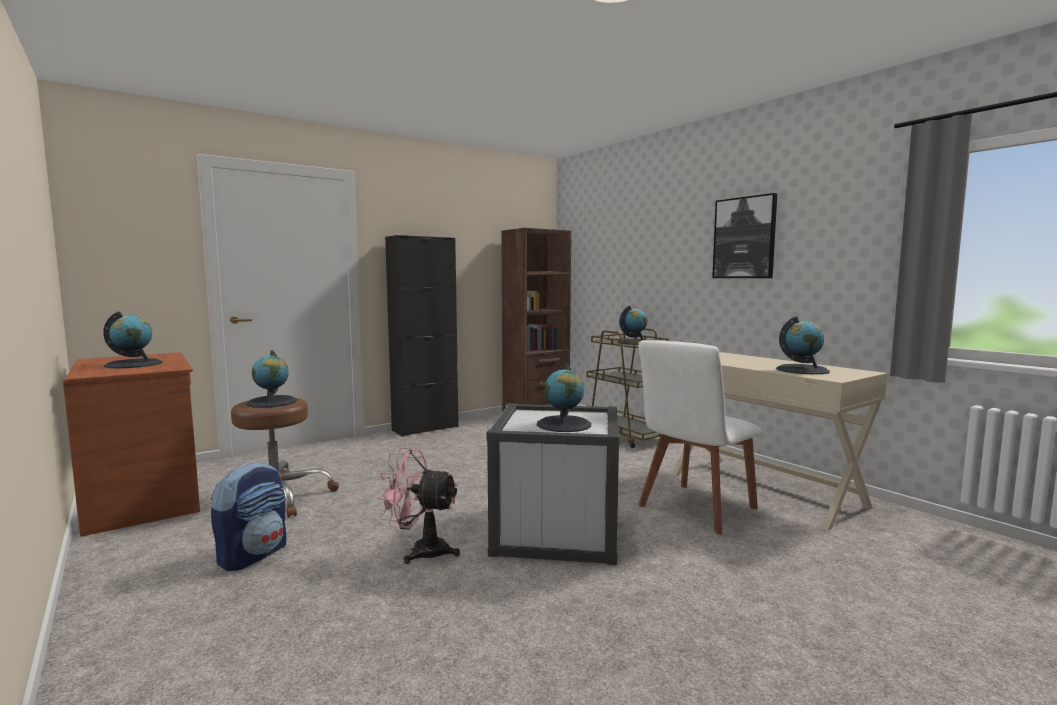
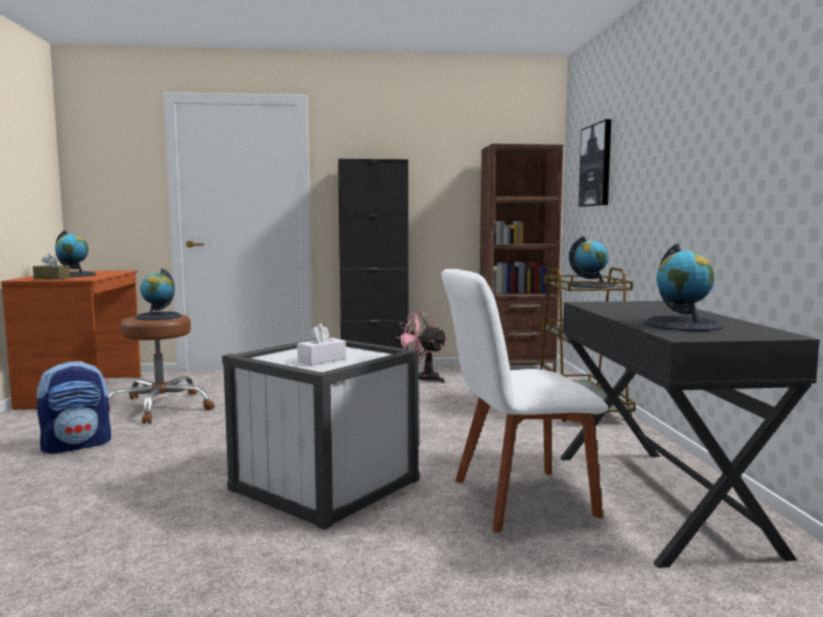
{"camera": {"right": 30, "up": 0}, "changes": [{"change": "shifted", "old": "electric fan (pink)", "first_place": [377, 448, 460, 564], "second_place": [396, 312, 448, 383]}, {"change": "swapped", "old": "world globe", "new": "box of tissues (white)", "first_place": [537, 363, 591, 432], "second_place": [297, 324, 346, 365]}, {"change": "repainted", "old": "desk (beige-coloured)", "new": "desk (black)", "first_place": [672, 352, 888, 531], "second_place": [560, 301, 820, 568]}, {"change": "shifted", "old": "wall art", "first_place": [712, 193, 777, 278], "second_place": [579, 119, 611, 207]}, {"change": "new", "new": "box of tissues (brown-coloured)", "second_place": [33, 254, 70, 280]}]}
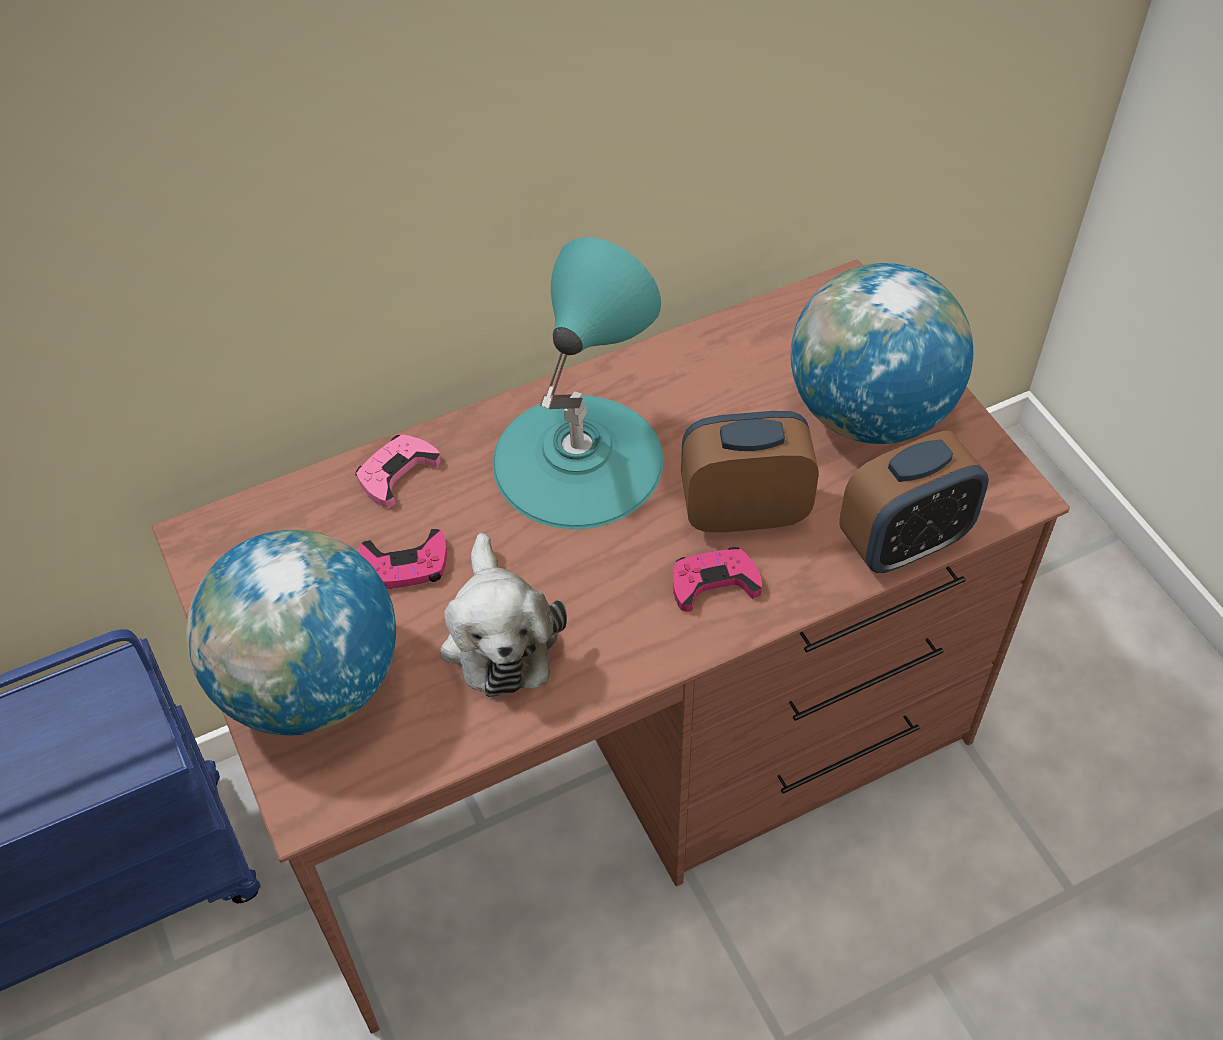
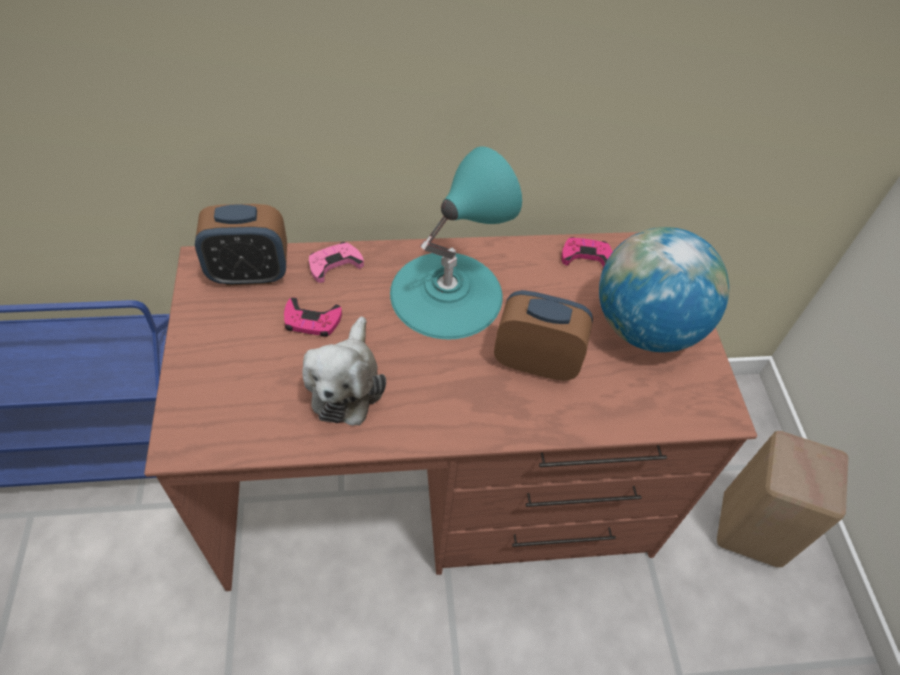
{"camera": {"right": 15, "up": 0}, "changes": [{"change": "gone", "old": "world globe", "first_place": [186, 530, 396, 735]}, {"change": "shifted", "old": "gamepad (pink)", "first_place": [673, 547, 762, 612], "second_place": [561, 237, 613, 268]}, {"change": "shifted", "old": "alarm clock", "first_place": [839, 431, 989, 573], "second_place": [195, 204, 287, 286]}, {"change": "new", "new": "stool (beige-coloured)", "second_place": [717, 431, 848, 567]}]}
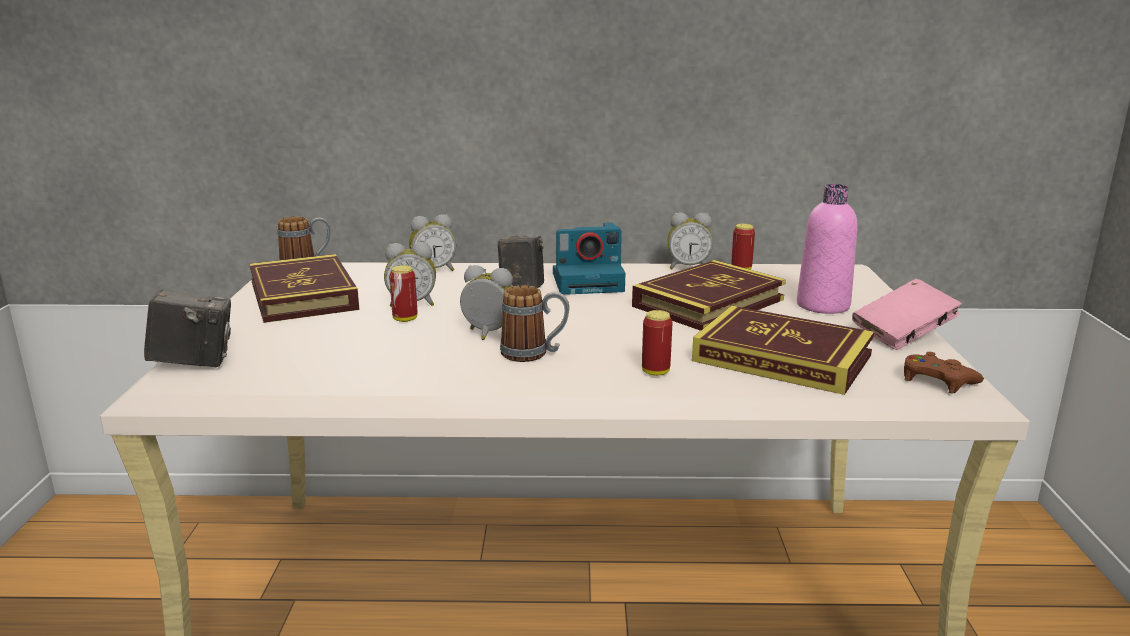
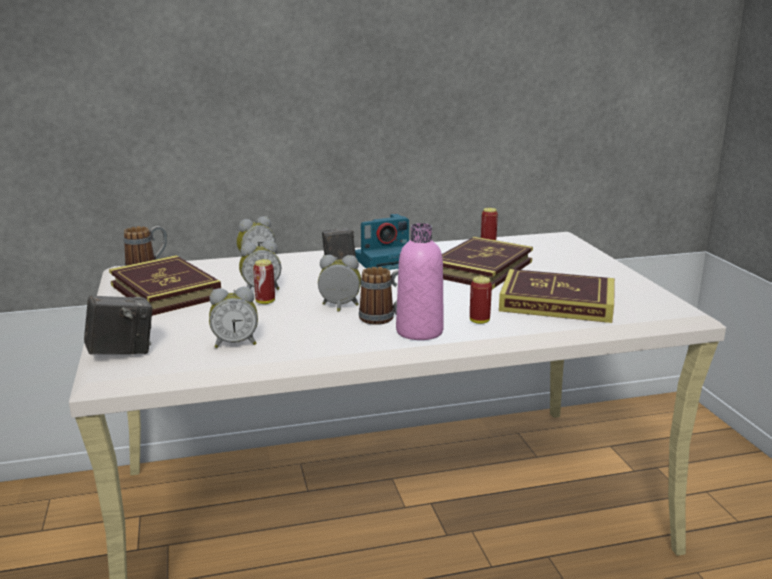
{"camera": {"right": -15, "up": 0}, "changes": [{"change": "shifted", "old": "alarm clock", "first_place": [668, 212, 713, 269], "second_place": [209, 287, 258, 348]}, {"change": "shifted", "old": "beverage bottle (pink)", "first_place": [797, 184, 857, 314], "second_place": [396, 223, 444, 340]}, {"change": "gone", "old": "book (pink)", "first_place": [852, 279, 962, 350]}, {"change": "gone", "old": "gamepad (brown-coloured)", "first_place": [904, 352, 984, 394]}]}
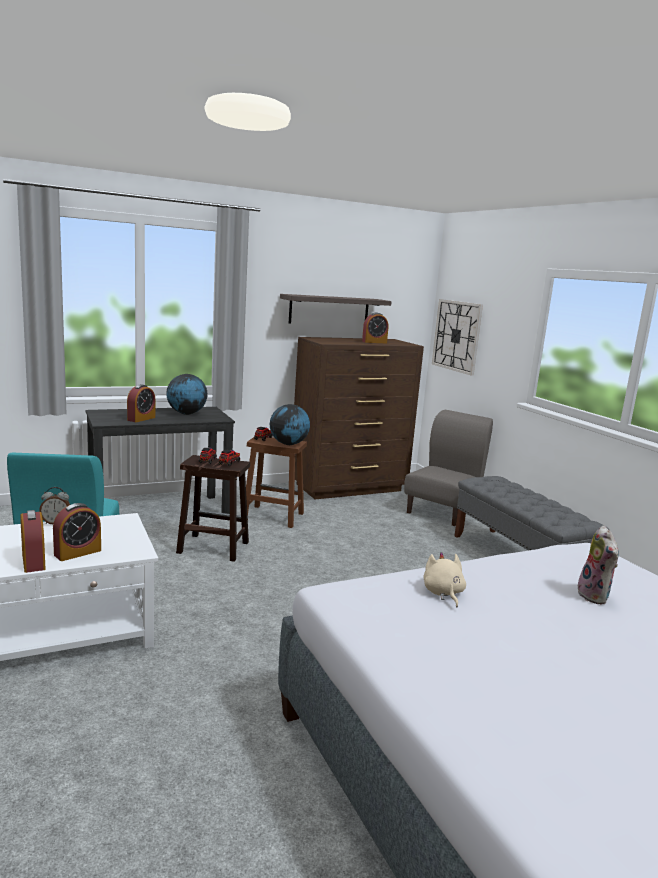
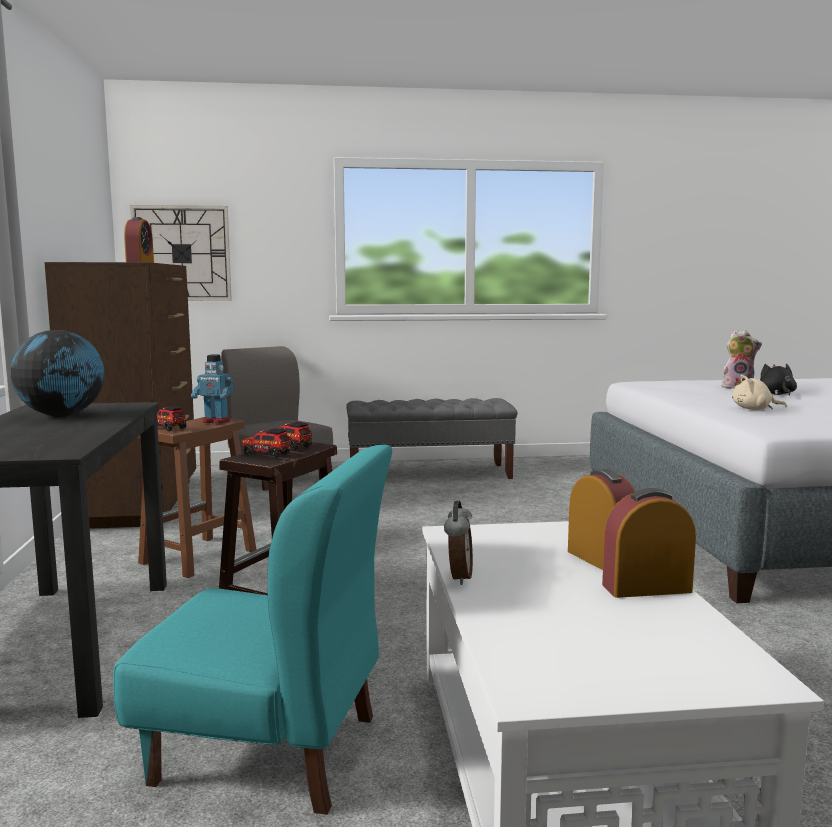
{"camera": {"right": -70, "up": -5}, "changes": [{"change": "gone", "old": "alarm clock", "first_place": [127, 384, 155, 422]}, {"change": "swapped", "old": "world globe", "new": "robot figure", "first_place": [270, 404, 310, 445], "second_place": [191, 354, 233, 424]}, {"change": "gone", "old": "shelf", "first_place": [280, 294, 392, 323]}, {"change": "new", "new": "soft toy (black)", "second_place": [760, 364, 797, 396]}]}
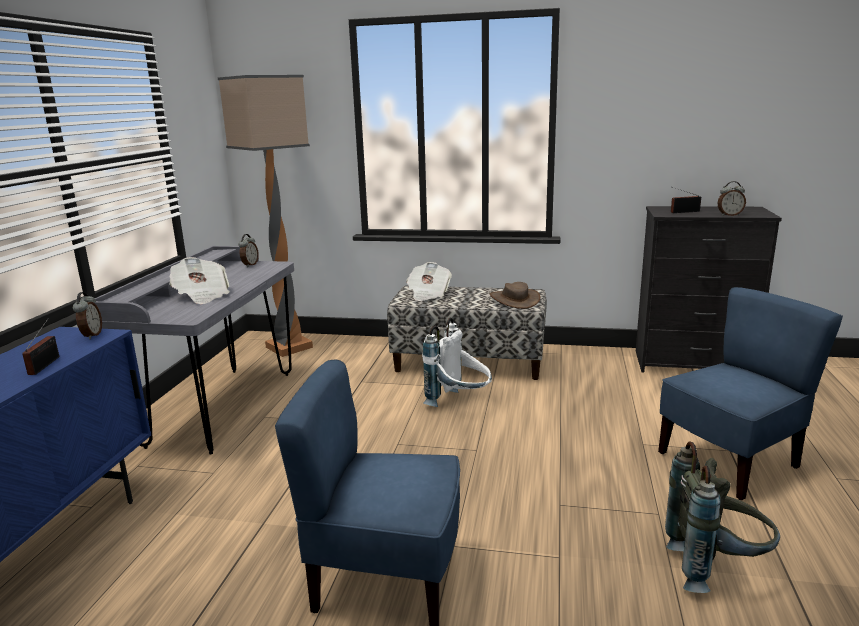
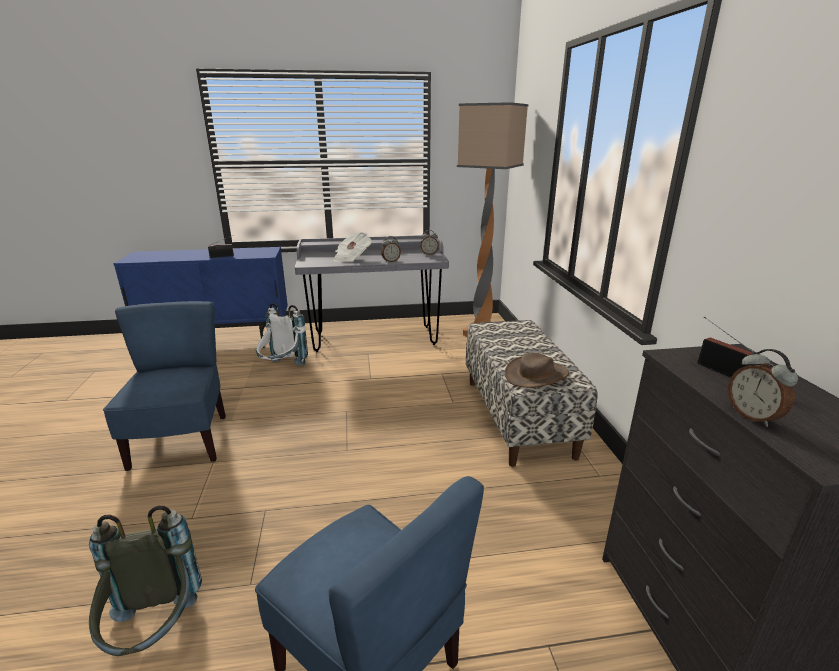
{"camera": {"right": 70, "up": 5}, "changes": [{"change": "shifted", "old": "alarm clock", "first_place": [73, 292, 102, 339], "second_place": [381, 236, 401, 262]}, {"change": "gone", "old": "newspaper", "first_place": [406, 262, 452, 301]}, {"change": "shifted", "old": "knapsack (white)", "first_place": [422, 318, 492, 407], "second_place": [256, 303, 308, 365]}]}
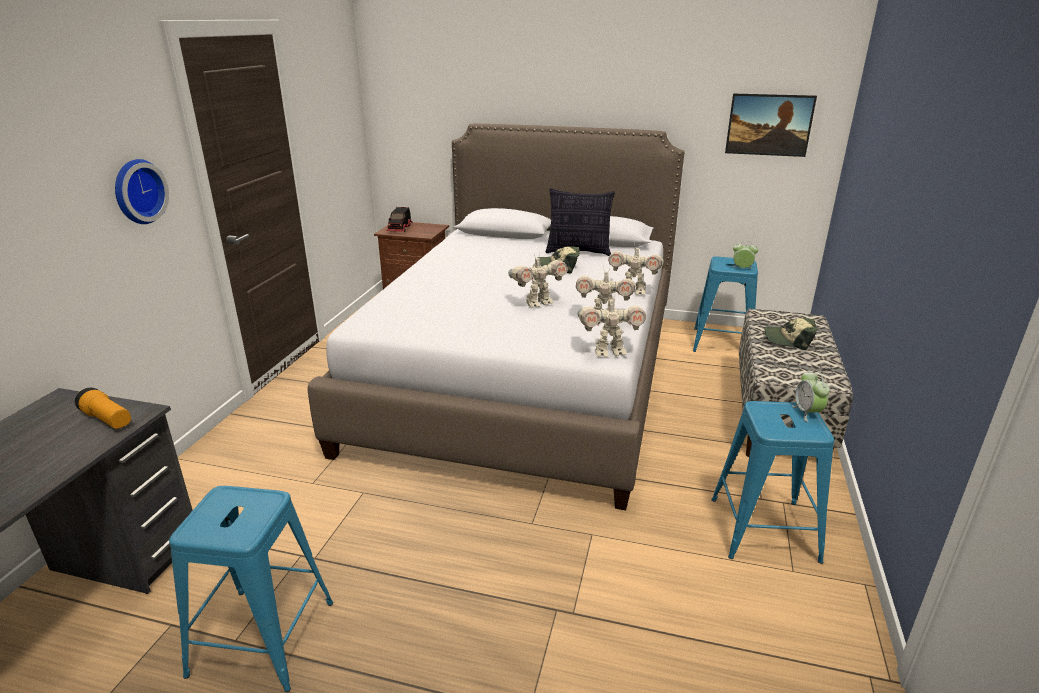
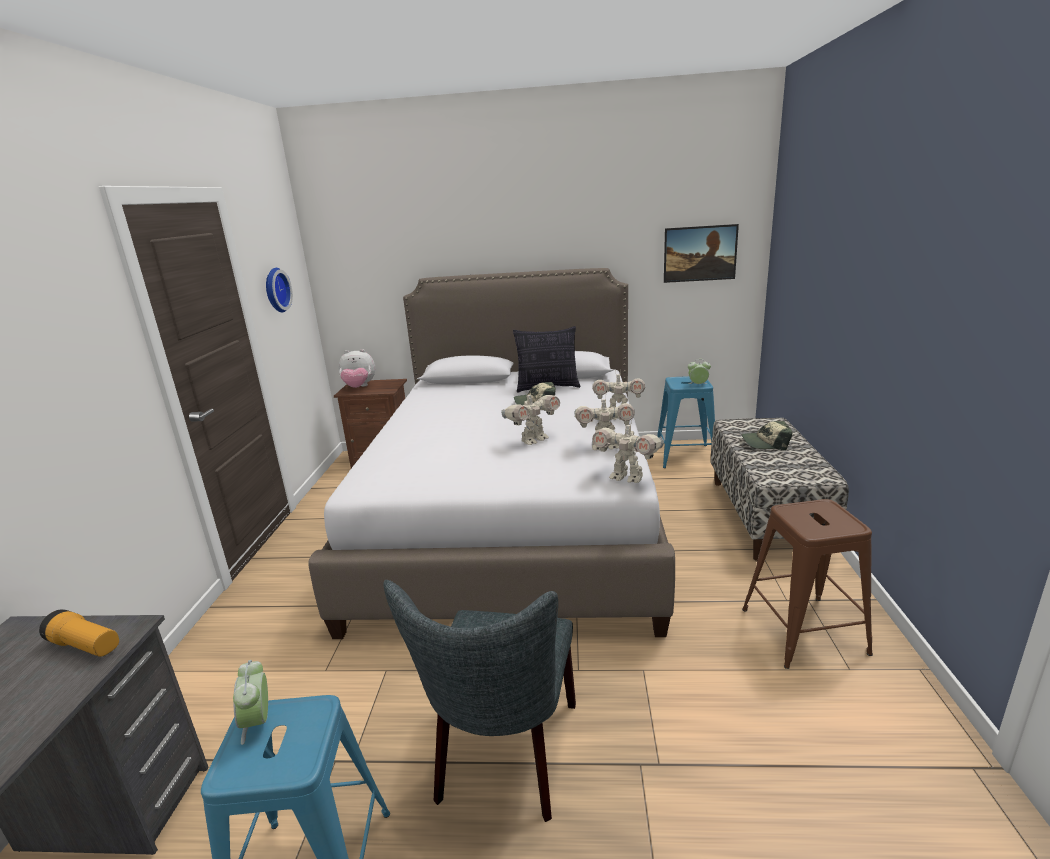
{"camera": {"right": -10, "up": -5}, "changes": [{"change": "shifted", "old": "clock on the wall", "first_place": [115, 159, 169, 224], "second_place": [266, 268, 293, 313]}, {"change": "swapped", "old": "toy lorry", "new": "soft toy", "first_place": [386, 207, 413, 232], "second_place": [339, 349, 375, 388]}, {"change": "rotated", "old": "robot figure", "first_place": [578, 295, 646, 357], "second_place": [593, 419, 664, 483], "degrees": 45}, {"change": "repainted", "old": "stool (bluish)", "new": "stool (brown-coloured)", "first_place": [712, 401, 834, 564], "second_place": [742, 499, 873, 669]}, {"change": "shifted", "old": "alarm clock", "first_place": [792, 371, 830, 422], "second_place": [233, 660, 268, 745]}, {"change": "new", "new": "upright chair (gray)", "second_place": [383, 580, 576, 822]}]}
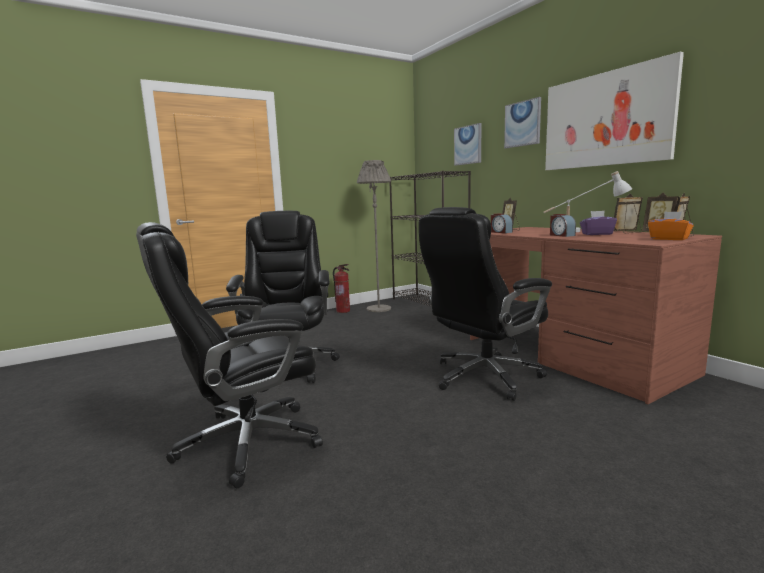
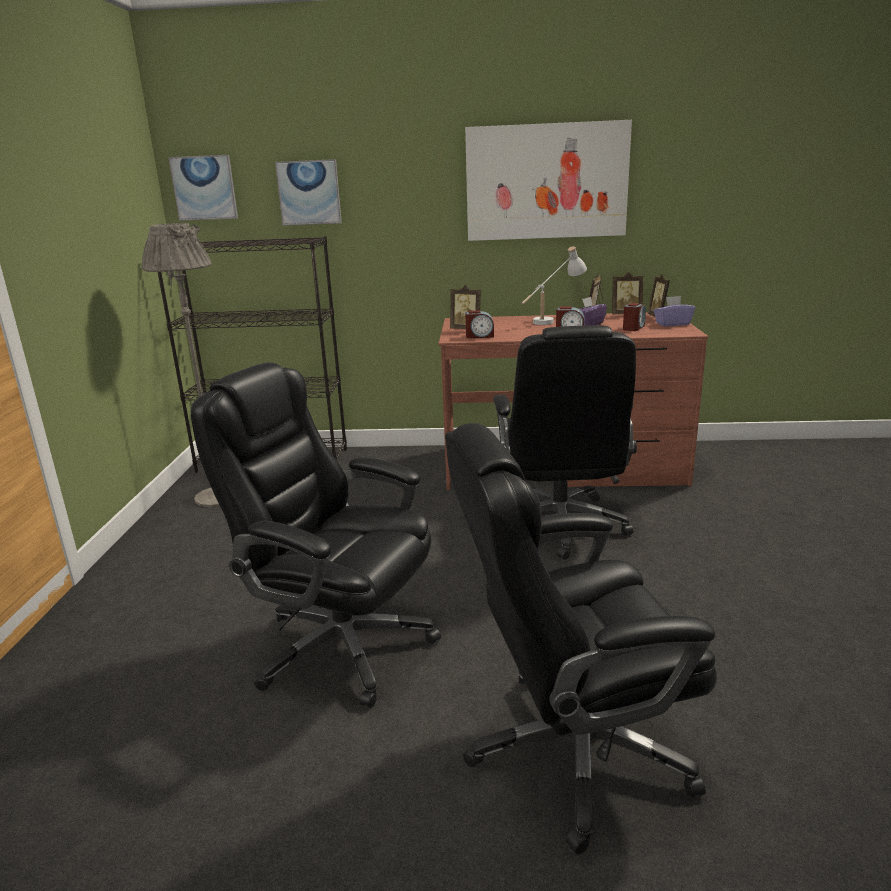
{"camera": {"right": -55, "up": 10}, "changes": [{"change": "rotated", "old": "desk chair (black)", "first_place": [136, 222, 323, 488], "second_place": [445, 423, 717, 854], "degrees": 75}, {"change": "gone", "old": "fire-fighting cylinder", "first_place": [333, 264, 350, 313]}, {"change": "shifted", "old": "wall art", "first_place": [504, 97, 541, 148], "second_place": [168, 155, 238, 221]}, {"change": "repainted", "old": "box of tissues (orange)", "new": "box of tissues (purplish)", "first_place": [648, 211, 694, 240], "second_place": [653, 296, 695, 326]}, {"change": "new", "new": "alarm clock", "second_place": [623, 303, 646, 331]}]}
